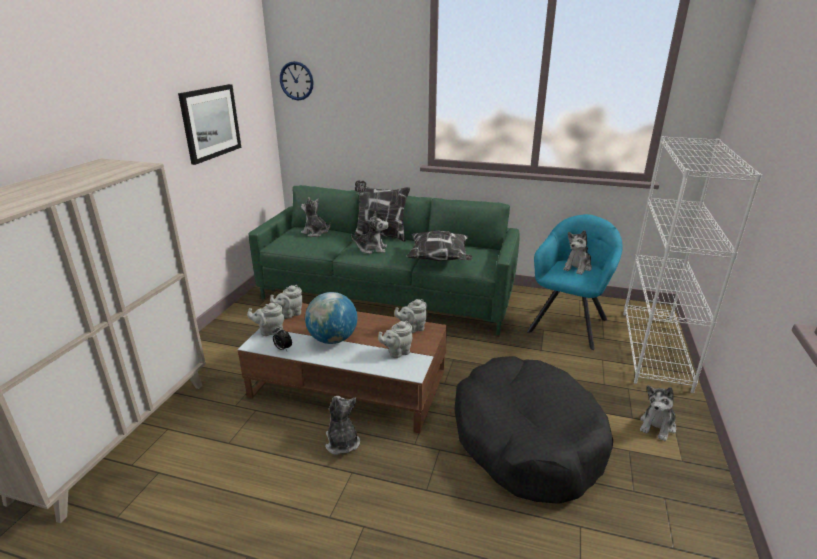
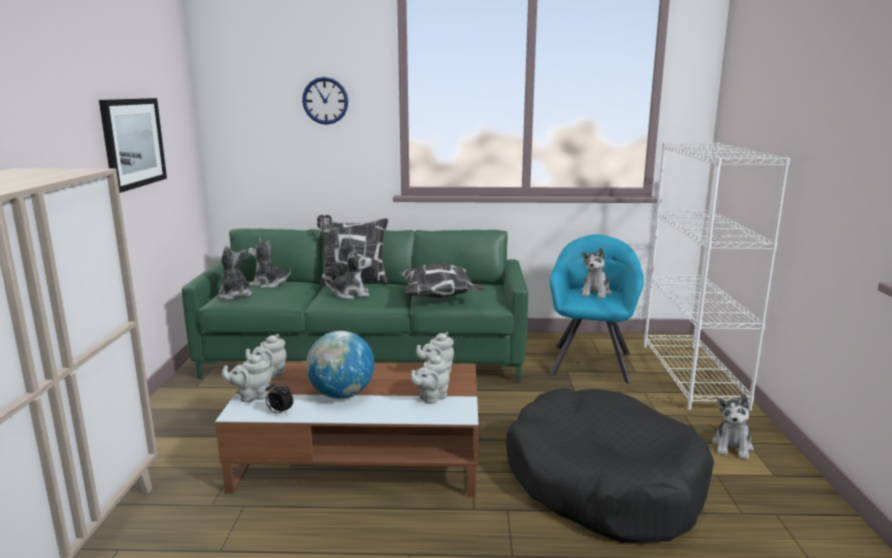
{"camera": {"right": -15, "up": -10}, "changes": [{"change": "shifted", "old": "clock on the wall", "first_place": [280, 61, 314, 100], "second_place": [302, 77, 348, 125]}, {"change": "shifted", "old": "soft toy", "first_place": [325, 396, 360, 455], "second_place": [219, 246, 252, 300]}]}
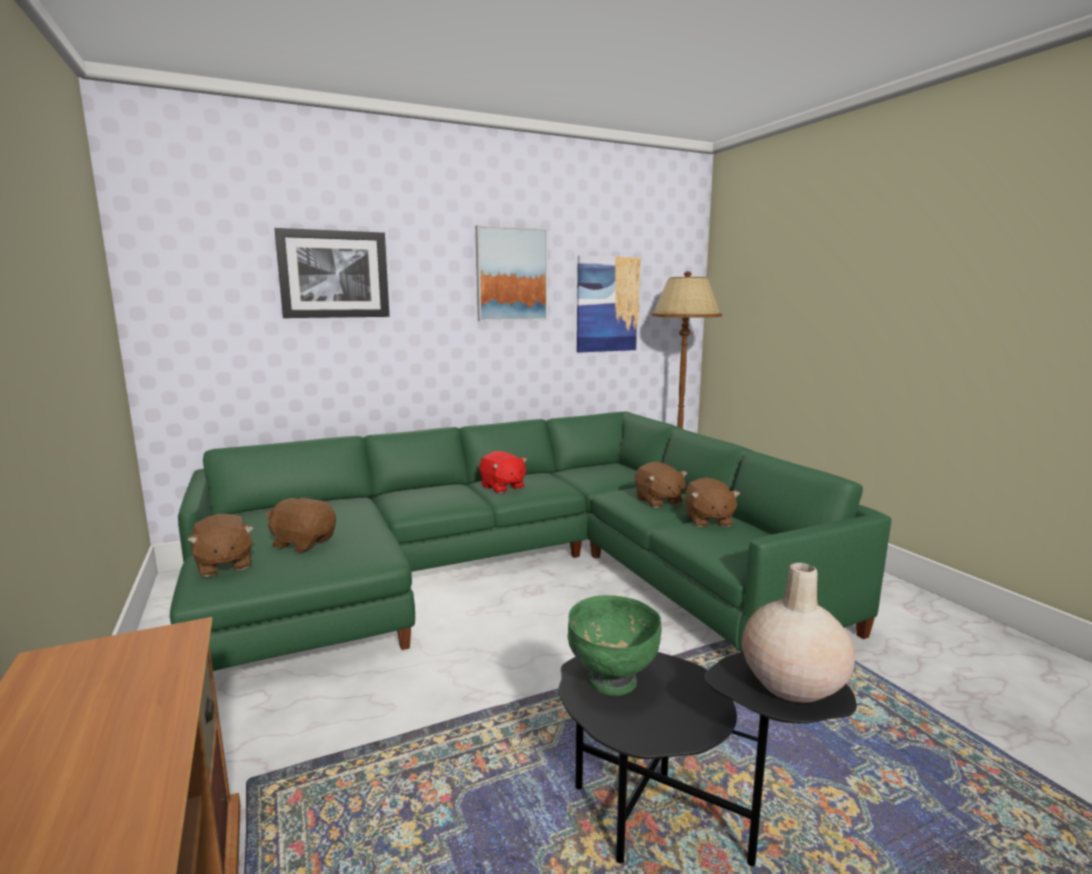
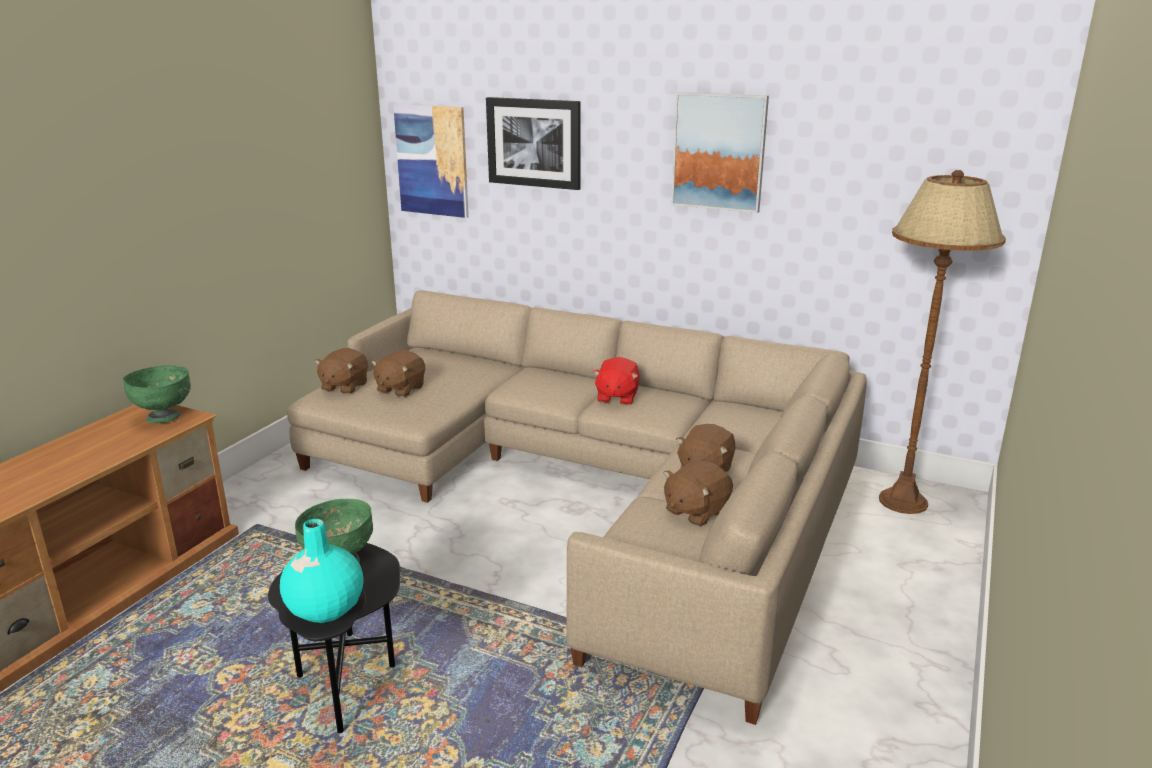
{"camera": {"right": 50, "up": 10}, "changes": [{"change": "repainted", "old": "couch (green)", "new": "couch (beige-coloured)", "first_place": [170, 411, 891, 671], "second_place": [287, 290, 867, 725]}, {"change": "rotated", "old": "soft toy (brown-coloured)", "first_place": [265, 496, 336, 553], "second_place": [371, 350, 425, 397], "degrees": -135}, {"change": "shifted", "old": "wall art", "first_place": [577, 255, 641, 353], "second_place": [393, 104, 469, 218]}, {"change": "repainted", "old": "decorative vase (beige-coloured)", "new": "decorative vase (turquoise)", "first_place": [742, 563, 855, 703], "second_place": [280, 519, 363, 623]}, {"change": "new", "new": "serving bowl (green)", "second_place": [123, 365, 191, 423]}]}
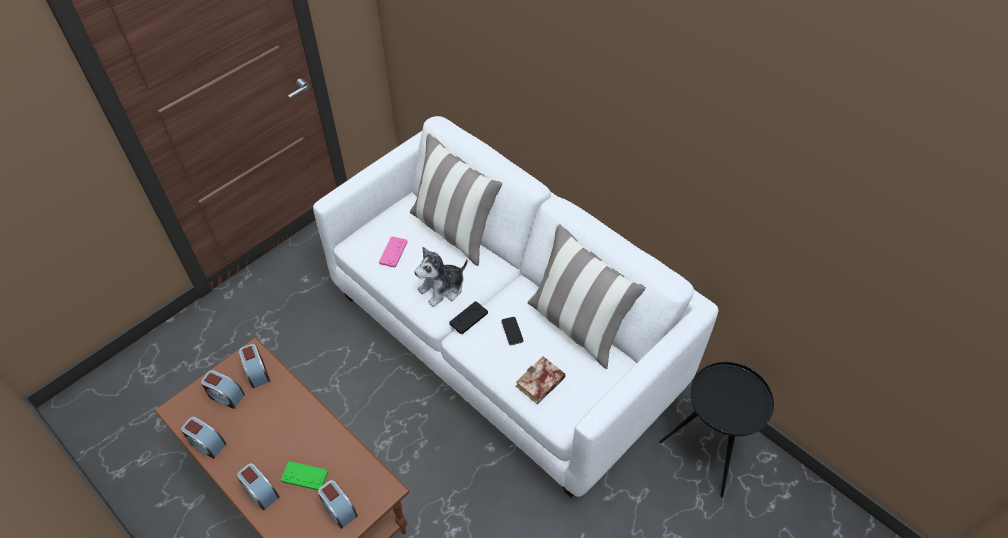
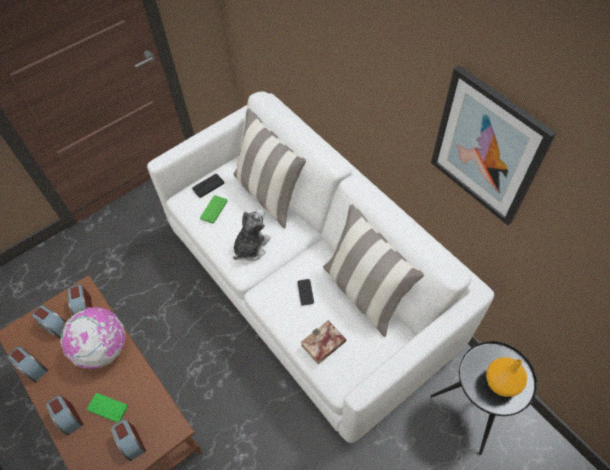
{"camera": {"right": 10, "up": 5}, "changes": [{"change": "repainted", "old": "gamepad (pink)", "new": "gamepad (green)", "first_place": [379, 236, 408, 268], "second_place": [200, 195, 227, 224]}, {"change": "rotated", "old": "soft toy", "first_place": [414, 247, 467, 307], "second_place": [233, 209, 271, 261], "degrees": 150}, {"change": "shifted", "old": "gamepad (black)", "first_place": [449, 301, 488, 334], "second_place": [192, 174, 224, 198]}, {"change": "new", "new": "world globe", "second_place": [60, 307, 125, 369]}, {"change": "new", "new": "wall art", "second_place": [431, 65, 557, 225]}, {"change": "new", "new": "decorative vase (orange)", "second_place": [486, 357, 527, 397]}]}
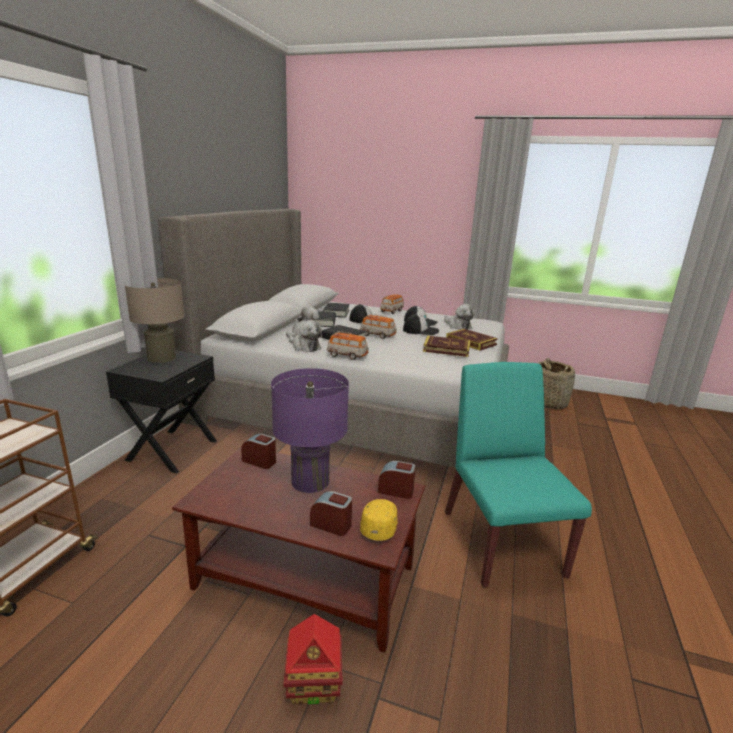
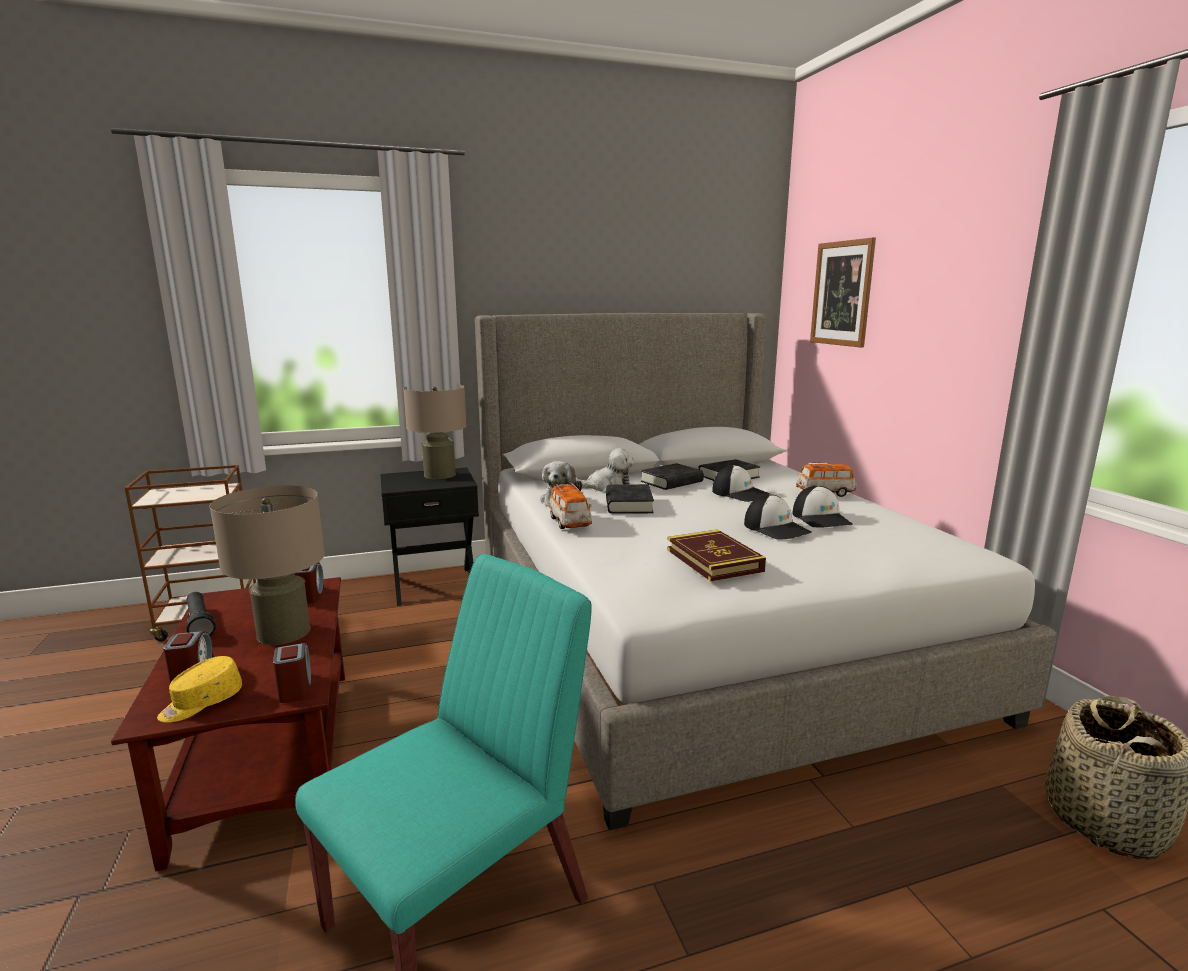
{"camera": {"right": 55, "up": -5}, "changes": [{"change": "repainted", "old": "lamp for a table (purplish)", "new": "lamp for a table (beige-coloured)", "first_place": [271, 368, 349, 493], "second_place": [210, 486, 325, 645]}, {"change": "gone", "old": "model house", "first_place": [283, 614, 342, 705]}, {"change": "gone", "old": "model car", "first_place": [360, 314, 397, 339]}, {"change": "rotated", "old": "cap (yellowish)", "first_place": [360, 499, 398, 541], "second_place": [157, 656, 242, 723], "degrees": 150}, {"change": "gone", "old": "soft toy", "first_place": [444, 304, 475, 330]}, {"change": "gone", "old": "book", "first_place": [446, 329, 498, 351]}, {"change": "new", "new": "hand torch (black)", "second_place": [186, 592, 216, 636]}, {"change": "new", "new": "wall art", "second_place": [810, 238, 876, 348]}]}
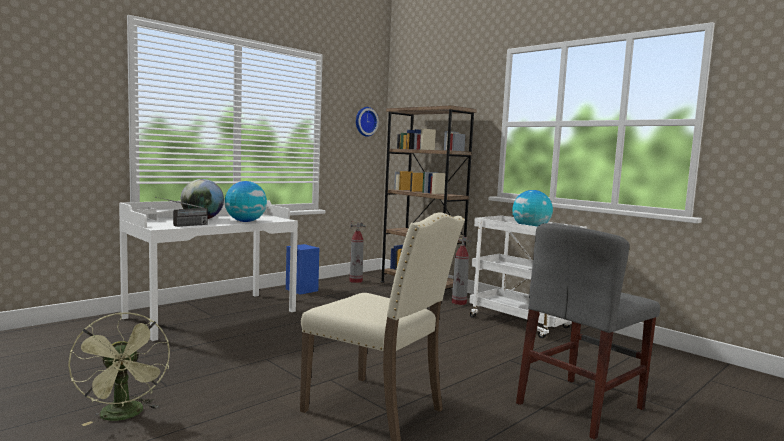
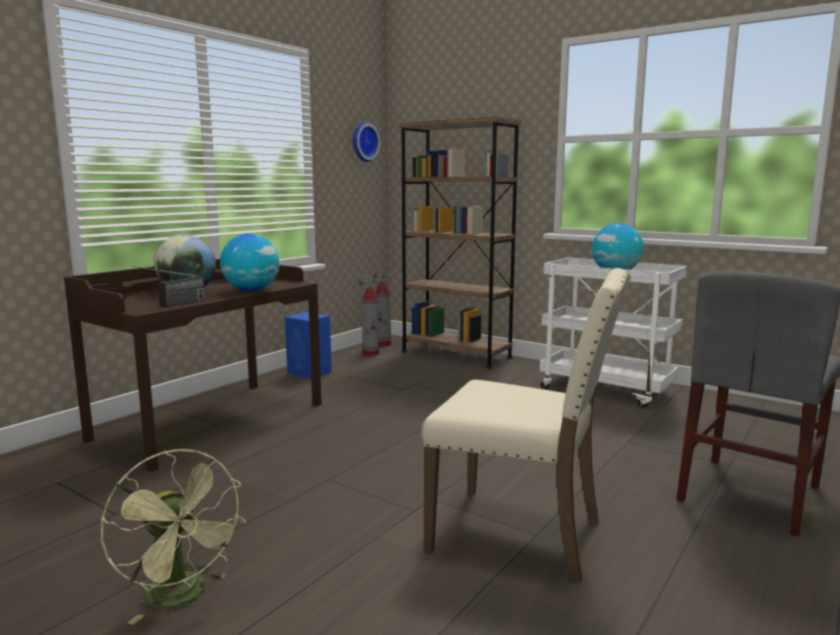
{"camera": {"right": -10, "up": 5}, "changes": [{"change": "repainted", "old": "desk (white)", "new": "desk (brown-coloured)", "first_place": [119, 200, 298, 341], "second_place": [64, 259, 321, 472]}, {"change": "shifted", "old": "fire-fighting cylinder", "first_place": [452, 235, 471, 305], "second_place": [373, 270, 392, 347]}]}
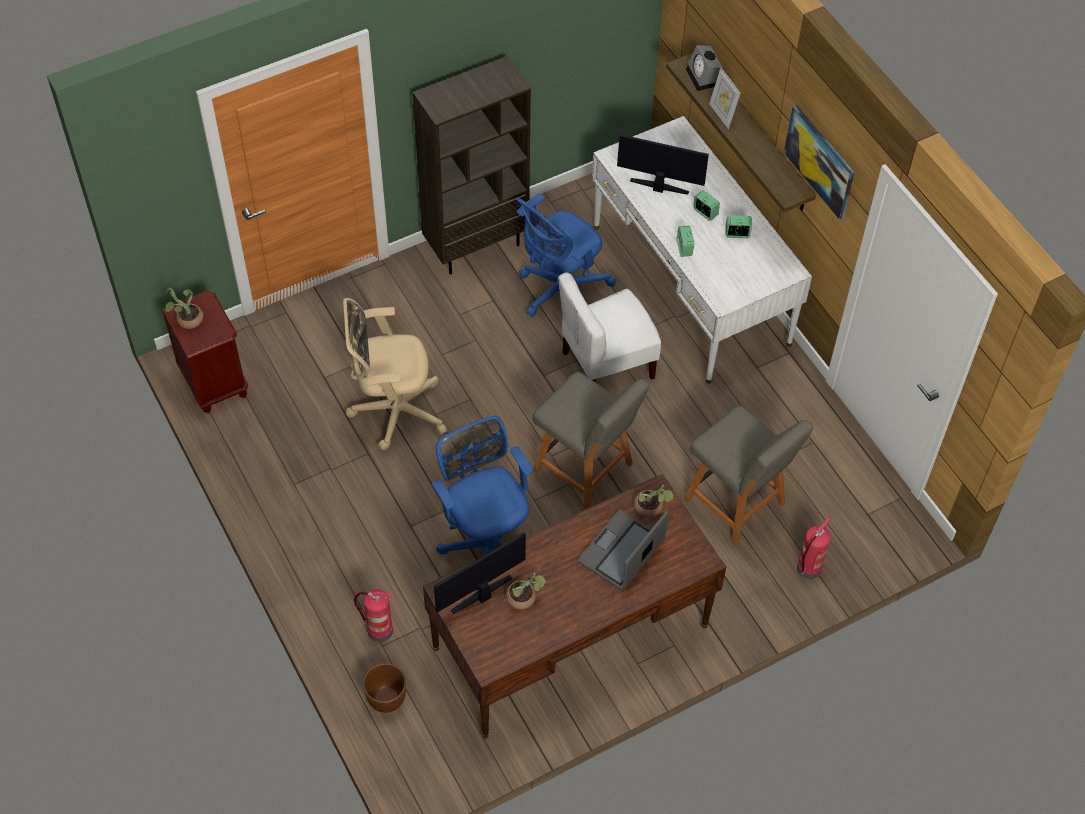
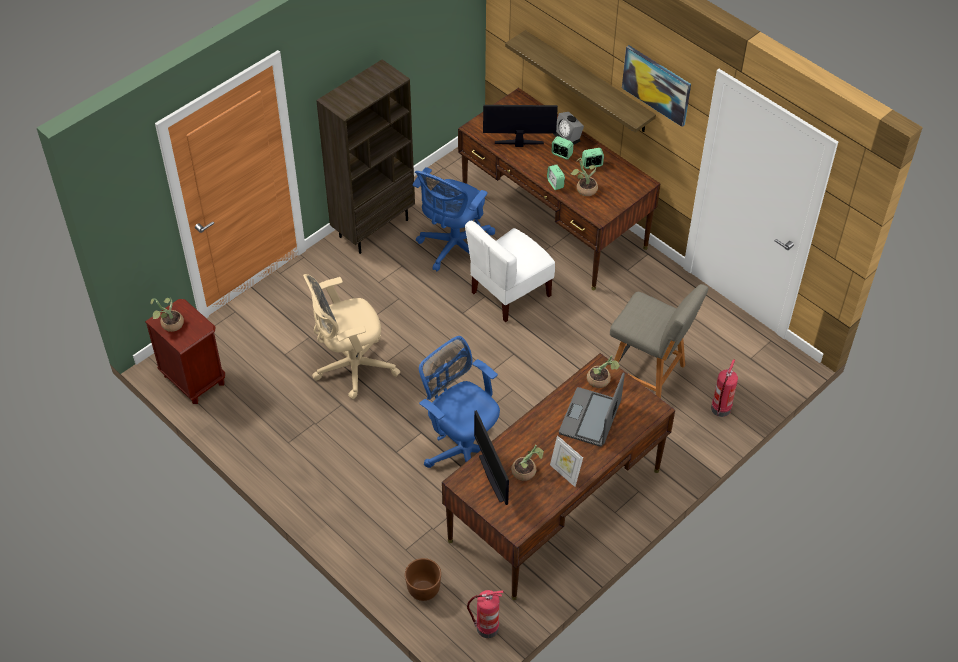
{"camera": {"right": -15, "up": -5}, "changes": [{"change": "shifted", "old": "fire-fighting cylinder", "first_place": [354, 589, 393, 642], "second_place": [467, 590, 503, 638]}, {"change": "rotated", "old": "computer screen", "first_place": [434, 532, 526, 614], "second_place": [474, 410, 509, 505], "degrees": -60}, {"change": "gone", "old": "upright chair (gray)", "first_place": [533, 372, 649, 509]}, {"change": "repainted", "old": "desk (white)", "new": "desk (brown-coloured)", "first_place": [592, 116, 812, 384], "second_place": [458, 88, 661, 290]}, {"change": "shifted", "old": "alarm clock", "first_place": [686, 45, 723, 91], "second_place": [553, 112, 584, 145]}, {"change": "shifted", "old": "standing frame", "first_place": [709, 68, 740, 129], "second_place": [550, 435, 583, 487]}, {"change": "new", "new": "plant in a pot", "second_place": [571, 158, 598, 196]}]}
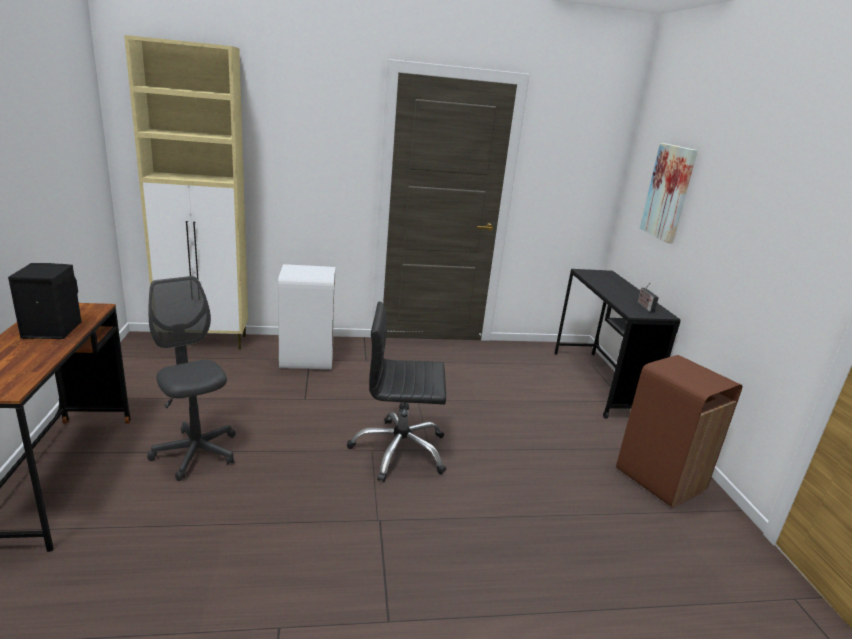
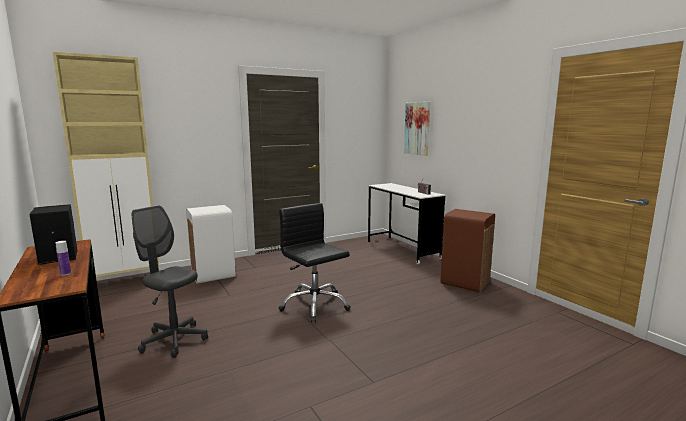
{"camera": {"right": -20, "up": -10}, "changes": [{"change": "rotated", "old": "desk chair (black)", "first_place": [347, 302, 446, 482], "second_place": [279, 203, 351, 322], "degrees": 75}, {"change": "repainted", "old": "desk (black)", "new": "desk (white)", "first_place": [554, 269, 681, 419], "second_place": [368, 183, 445, 264]}, {"change": "new", "new": "beverage bottle", "second_place": [56, 241, 71, 276]}]}
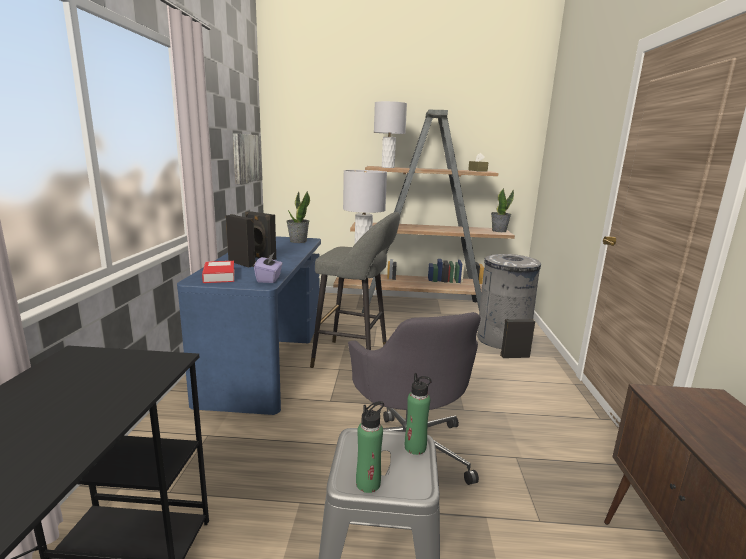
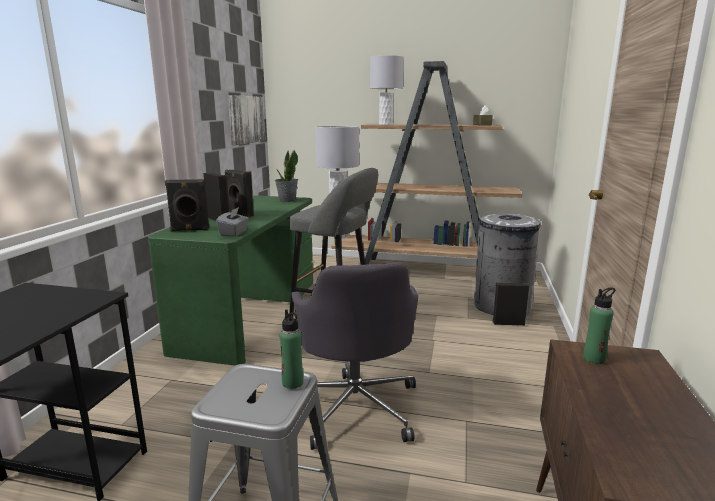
{"camera": {"right": 10, "up": 0}, "changes": [{"change": "repainted", "old": "desk (bluish)", "new": "desk (green)", "first_place": [177, 236, 321, 415], "second_place": [148, 195, 313, 366]}, {"change": "swapped", "old": "book", "new": "audio speaker (black)", "first_place": [202, 261, 234, 283], "second_place": [165, 179, 209, 231]}, {"change": "repainted", "old": "box of tissues (purplish)", "new": "box of tissues (gray)", "first_place": [254, 253, 283, 283], "second_place": [216, 207, 249, 237]}, {"change": "shifted", "old": "beverage bottle (green)", "first_place": [356, 401, 384, 493], "second_place": [583, 287, 615, 364]}, {"change": "gone", "old": "plant in a pot", "first_place": [491, 188, 514, 232]}]}
